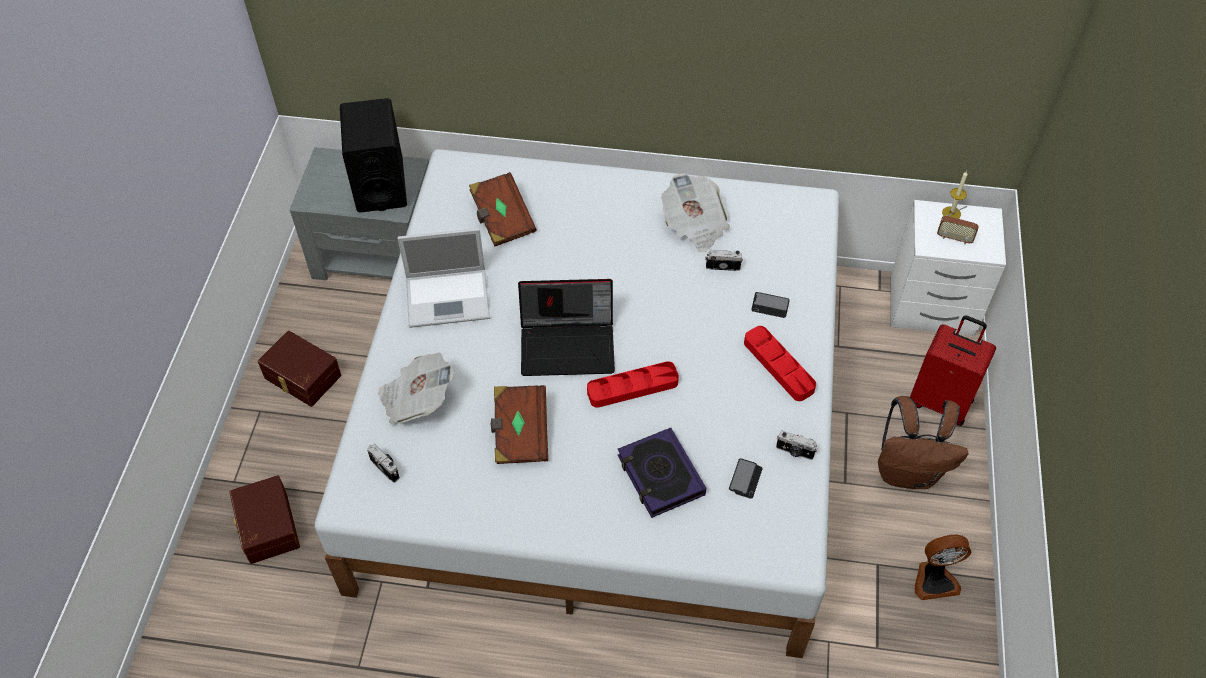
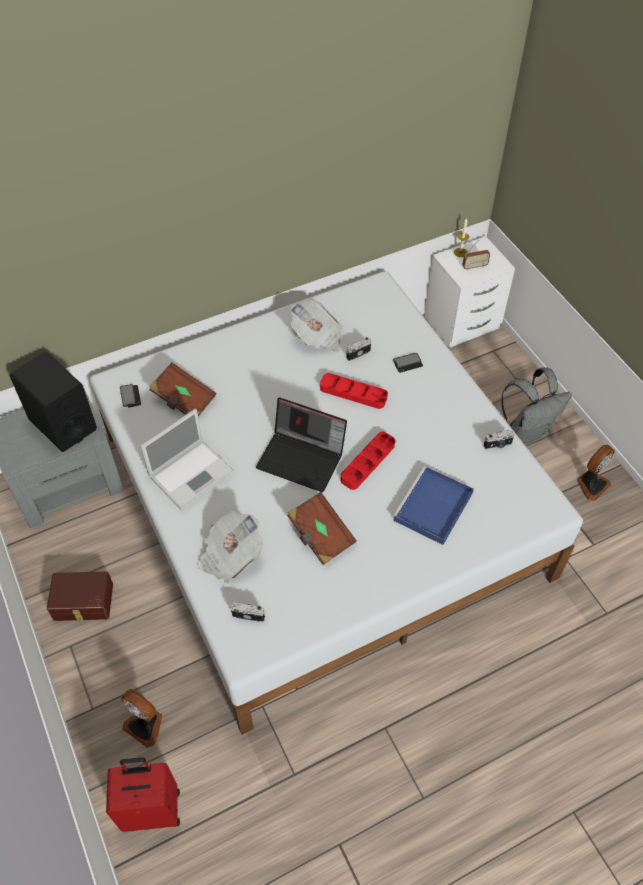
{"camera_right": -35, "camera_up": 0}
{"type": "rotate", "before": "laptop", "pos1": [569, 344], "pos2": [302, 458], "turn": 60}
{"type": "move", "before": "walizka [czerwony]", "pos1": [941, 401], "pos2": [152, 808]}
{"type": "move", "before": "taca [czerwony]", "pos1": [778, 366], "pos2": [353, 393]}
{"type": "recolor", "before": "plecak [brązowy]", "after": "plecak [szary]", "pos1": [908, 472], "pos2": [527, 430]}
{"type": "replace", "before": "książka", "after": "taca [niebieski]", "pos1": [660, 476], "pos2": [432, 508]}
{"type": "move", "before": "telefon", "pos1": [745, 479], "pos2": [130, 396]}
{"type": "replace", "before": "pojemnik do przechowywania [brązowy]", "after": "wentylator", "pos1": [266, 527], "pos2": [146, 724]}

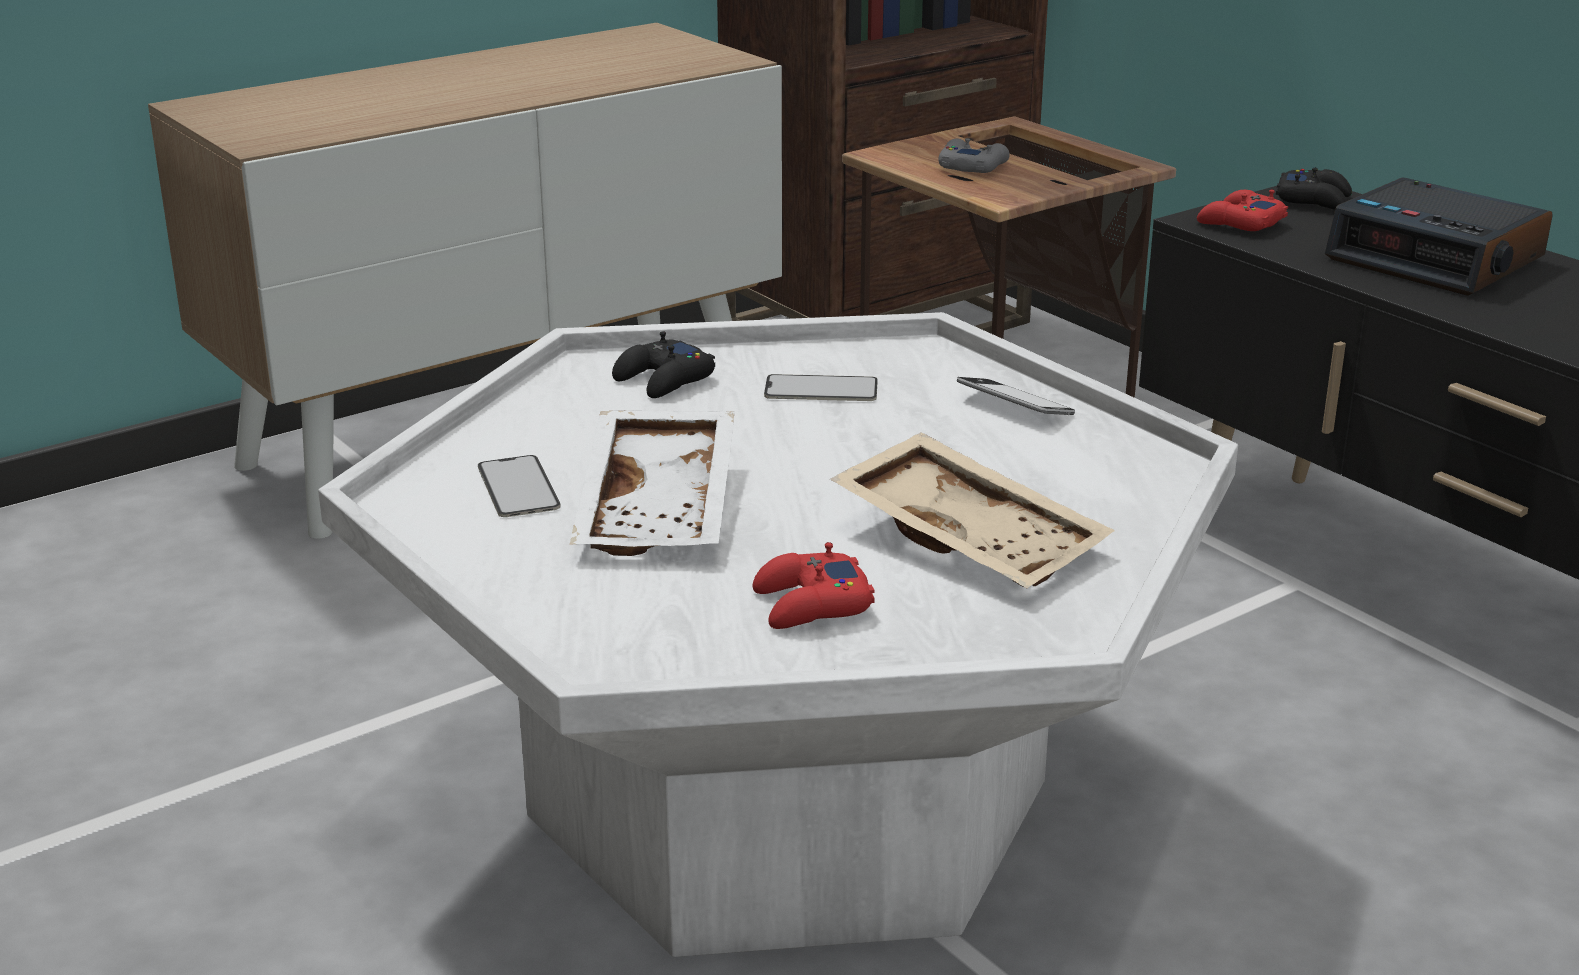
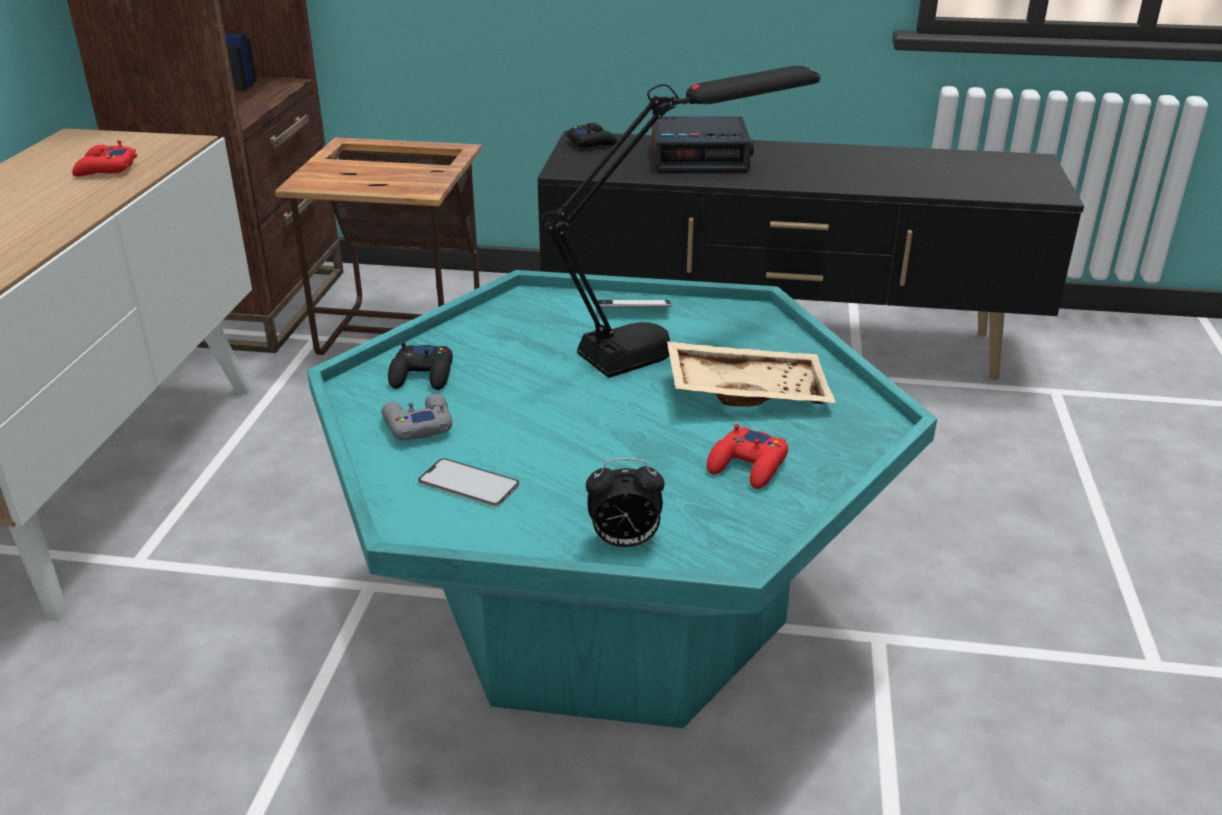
{"camera_right": -45, "camera_up": 5}
{"type": "move", "before": "pad do gier [szary]", "pos1": [972, 166], "pos2": [417, 425]}
{"type": "move", "before": "pad do gier [czerwony]", "pos1": [1240, 223], "pos2": [105, 169]}
{"type": "recolor", "before": "ława [biały]", "after": "ława [turkusowy]", "pos1": [791, 797], "pos2": [611, 603]}
{"type": "delete", "before": "telefon", "pos1": [821, 389]}
{"type": "delete", "before": "taca [biały]", "pos1": [662, 507]}
{"type": "insert", "after": "lampa stołowa [czarny]", "pos2": [678, 339]}
{"type": "insert", "after": "budzik", "pos2": [624, 542]}

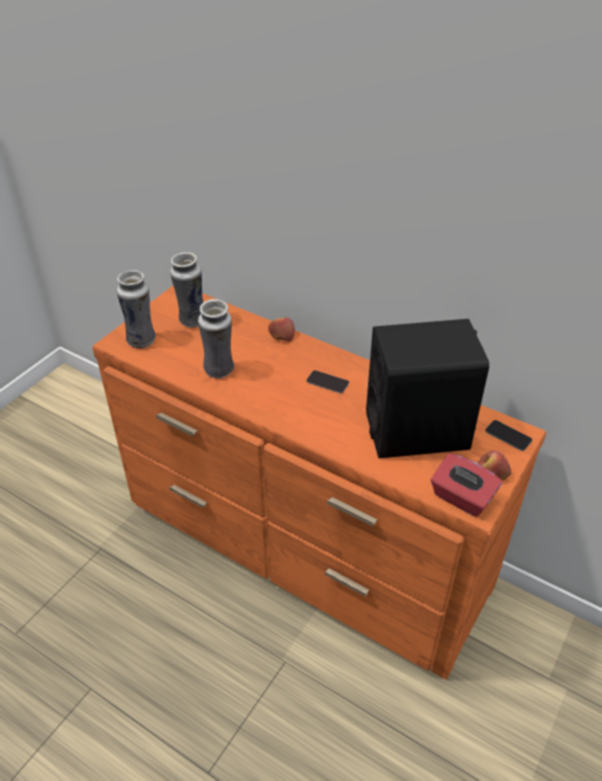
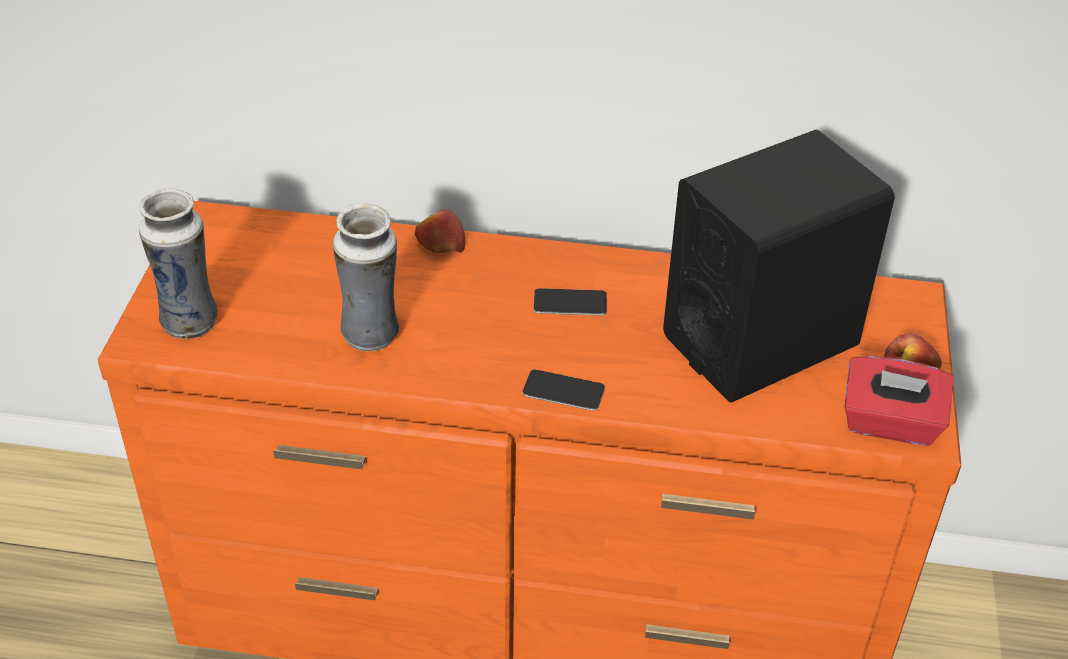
{"camera_right": -25, "camera_up": 0}
{"type": "delete", "before": "wazon", "pos1": [192, 320]}
{"type": "move", "before": "telefon", "pos1": [508, 435], "pos2": [563, 391]}

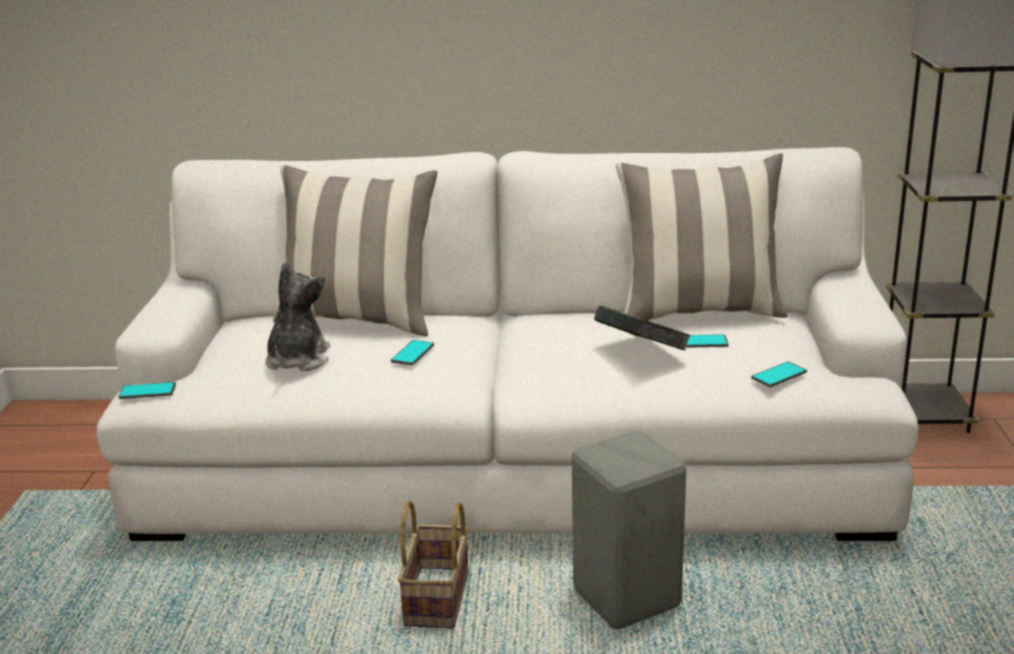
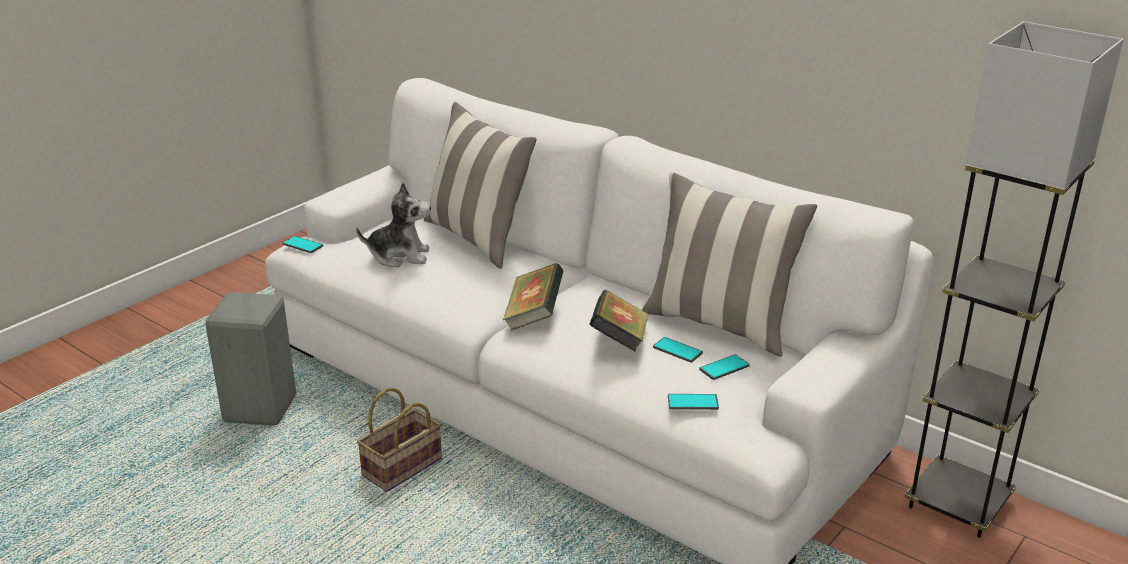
{"camera_right": 35, "camera_up": 5}
{"type": "rotate", "before": "pluszak", "pos1": [297, 360], "pos2": [399, 256], "turn": 45}
{"type": "move", "before": "telefon", "pos1": [412, 353], "pos2": [724, 368]}
{"type": "move", "before": "stołek [szary]", "pos1": [627, 596], "pos2": [262, 408]}
{"type": "insert", "after": "książka", "pos2": [533, 316]}

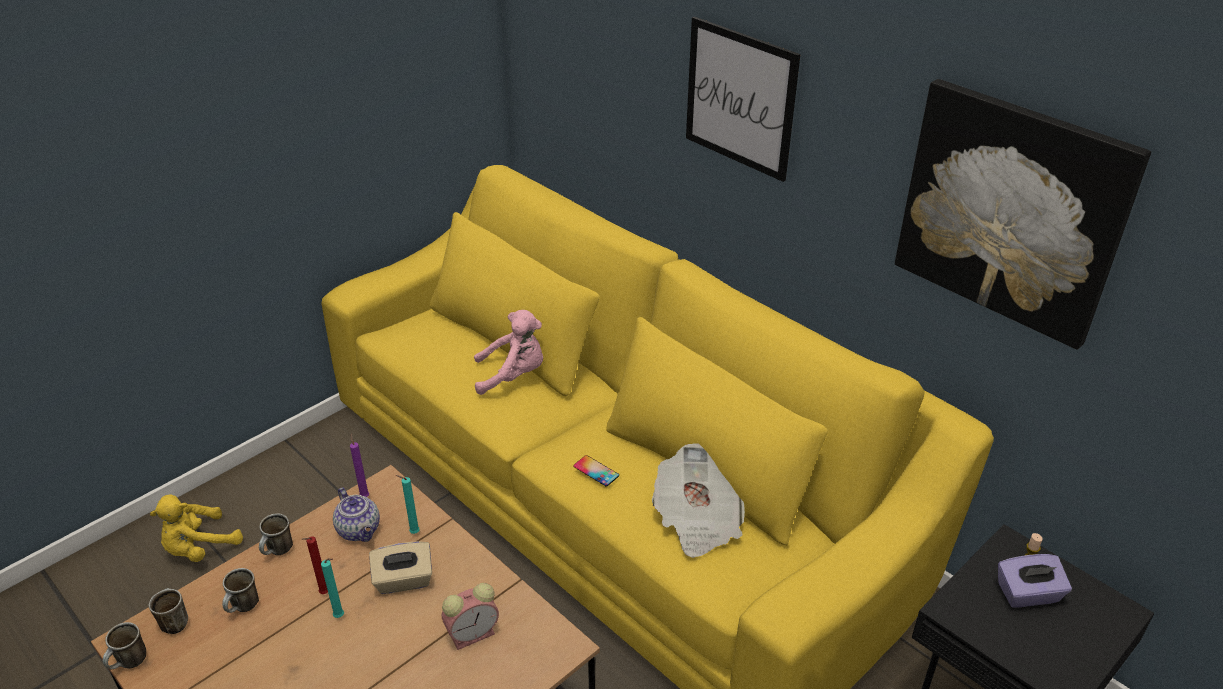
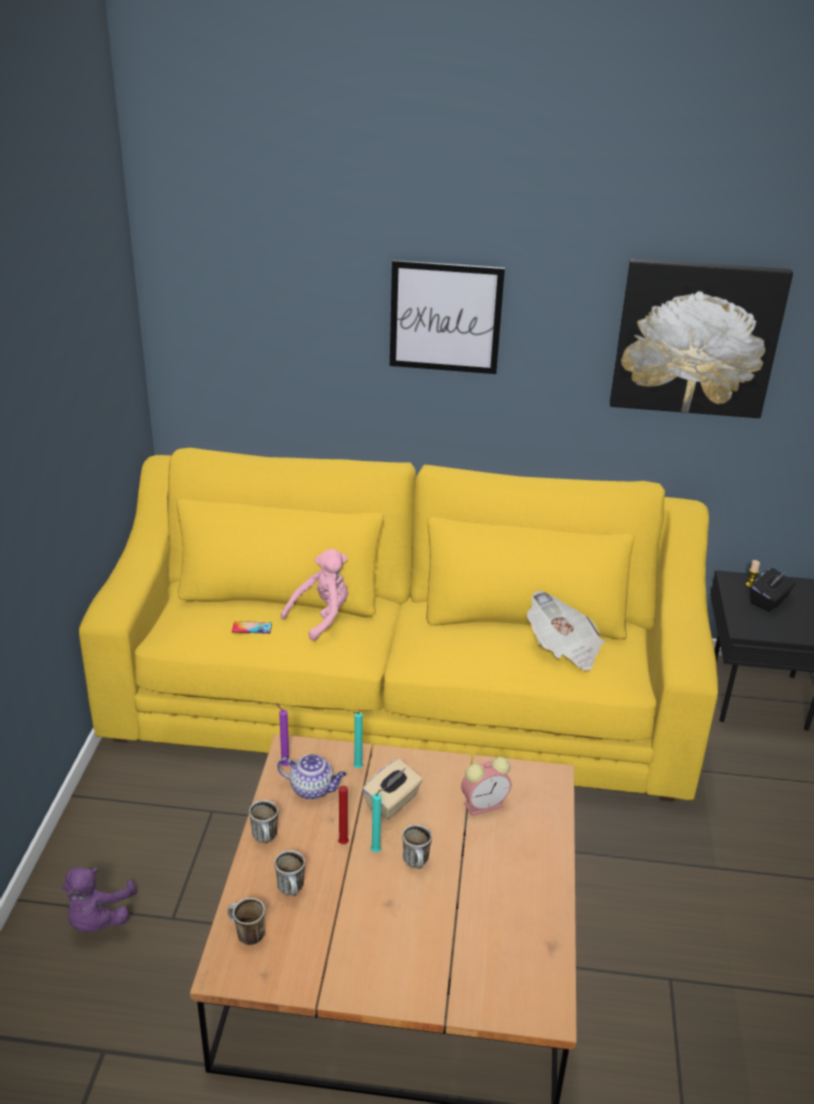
{"camera_right": -40, "camera_up": -5}
{"type": "move", "before": "telefon", "pos1": [596, 471], "pos2": [252, 627]}
{"type": "recolor", "before": "pluszak [żółty]", "after": "pluszak [fioletowy]", "pos1": [199, 548], "pos2": [98, 919]}
{"type": "recolor", "before": "pudełko chusteczek [fioletowy]", "after": "pudełko chusteczek [czarny]", "pos1": [1028, 594], "pos2": [769, 601]}
{"type": "rotate", "before": "budzik", "pos1": [474, 633], "pos2": [485, 804], "turn": 45}
{"type": "move", "before": "kubek", "pos1": [130, 664], "pos2": [417, 864]}

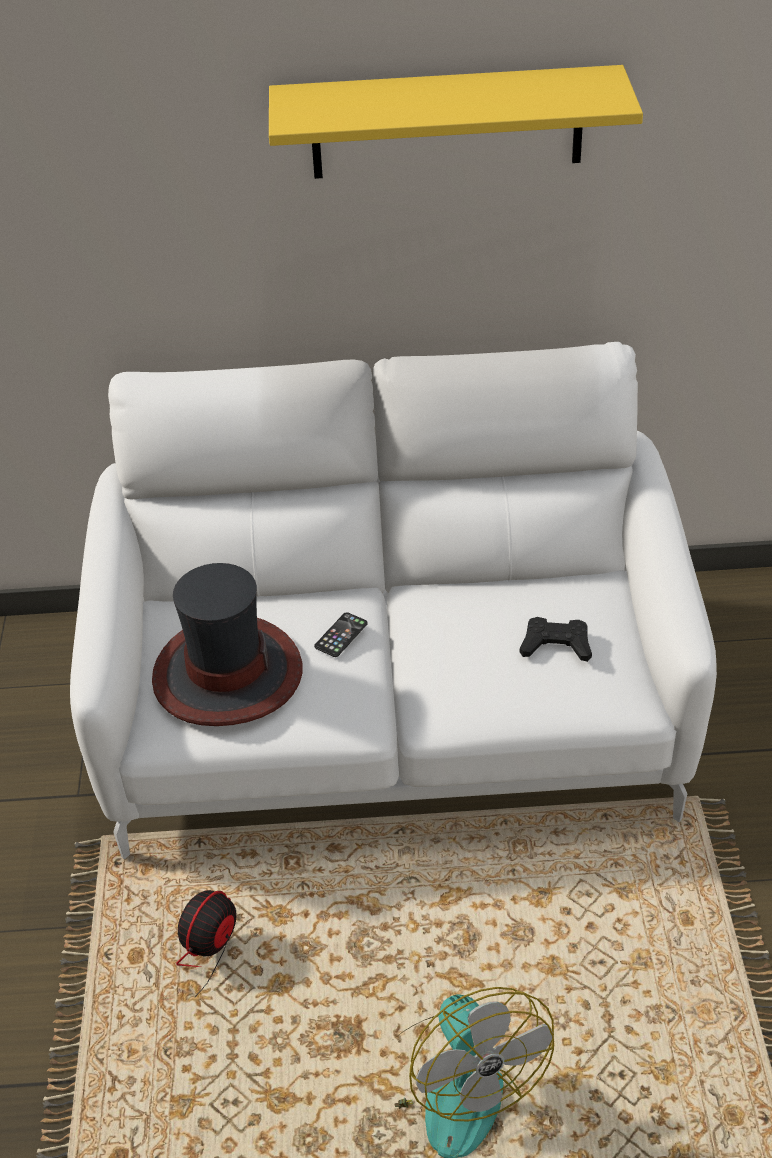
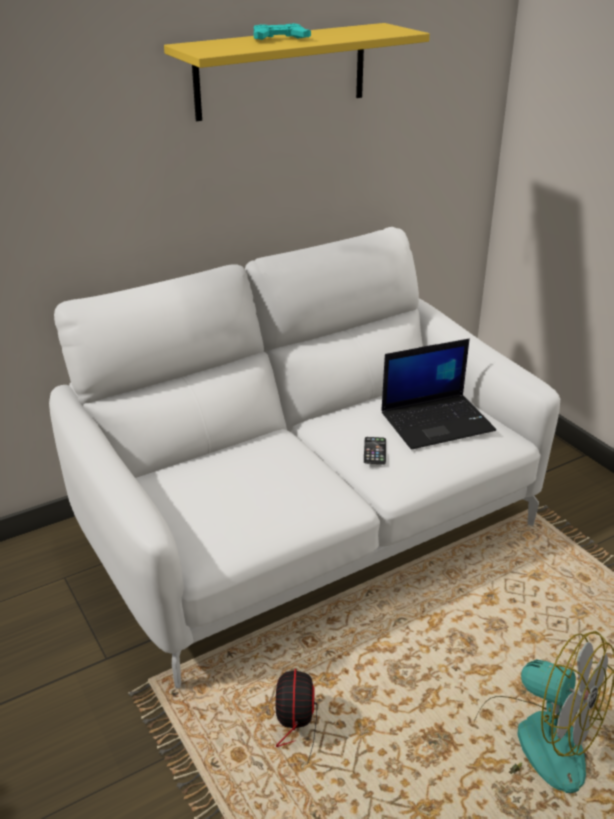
{"camera_right": -30, "camera_up": -10}
{"type": "delete", "before": "kapelusz", "pos1": [226, 674]}
{"type": "move", "before": "telefon", "pos1": [341, 635], "pos2": [375, 451]}
{"type": "replace", "before": "pad do gier [czarny]", "after": "laptop", "pos1": [556, 645], "pos2": [437, 421]}
{"type": "insert", "after": "pad do gier [turkusowy]", "pos2": [279, 39]}

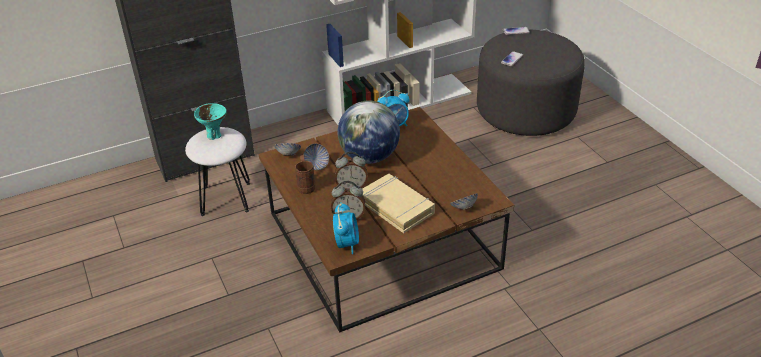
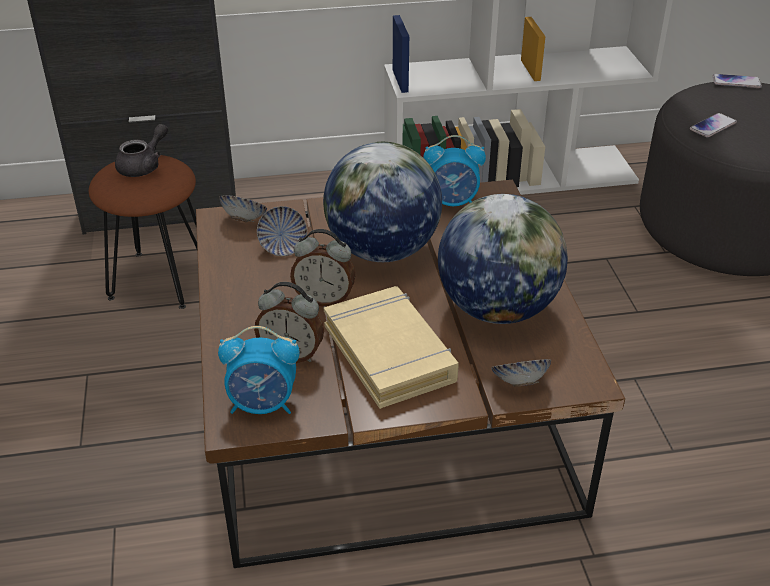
{"camera_right": 15, "camera_up": 0}
{"type": "replace", "before": "miska [turkusowy]", "after": "imbryk [szary]", "pos1": [214, 135], "pos2": [144, 166]}
{"type": "recolor", "before": "stołek [biały]", "after": "stołek [brązowy]", "pos1": [226, 198], "pos2": [160, 279]}
{"type": "delete", "before": "kubek [brązowy]", "pos1": [305, 185]}
{"type": "rotate", "before": "budzik", "pos1": [347, 243], "pos2": [263, 405], "turn": 75}
{"type": "insert", "after": "globus", "pos2": [497, 308]}

